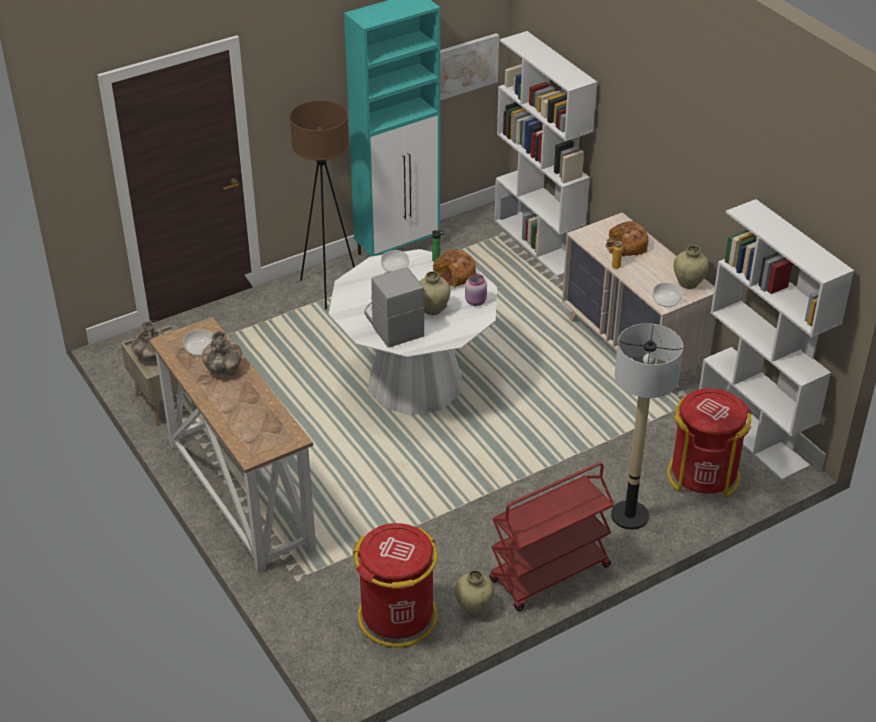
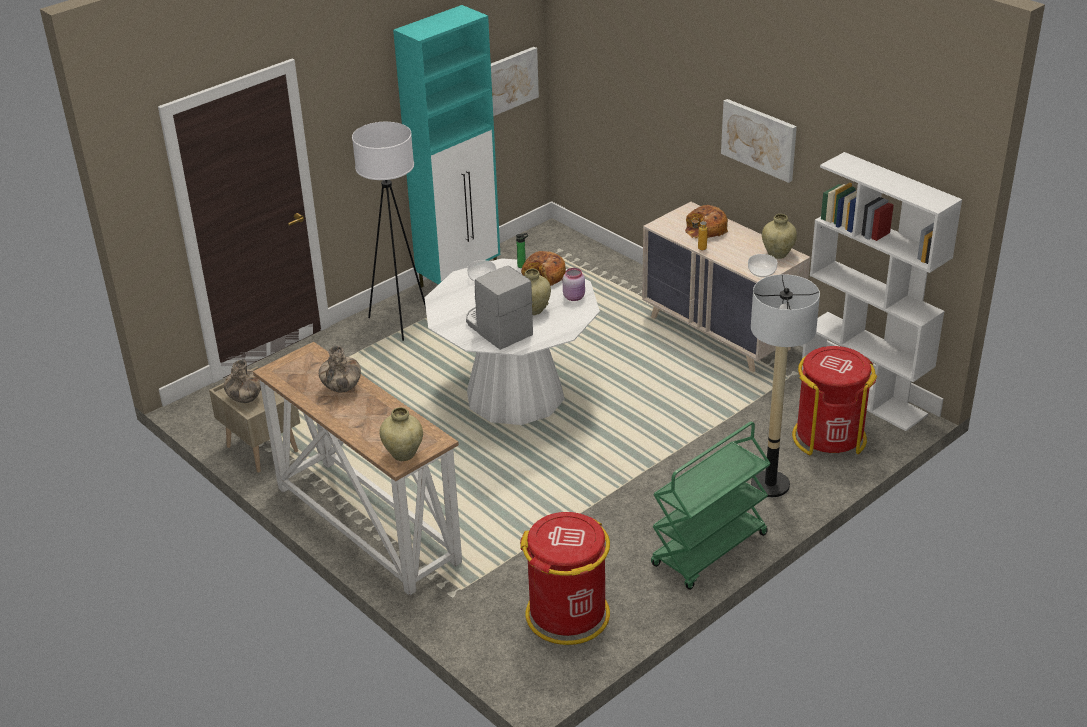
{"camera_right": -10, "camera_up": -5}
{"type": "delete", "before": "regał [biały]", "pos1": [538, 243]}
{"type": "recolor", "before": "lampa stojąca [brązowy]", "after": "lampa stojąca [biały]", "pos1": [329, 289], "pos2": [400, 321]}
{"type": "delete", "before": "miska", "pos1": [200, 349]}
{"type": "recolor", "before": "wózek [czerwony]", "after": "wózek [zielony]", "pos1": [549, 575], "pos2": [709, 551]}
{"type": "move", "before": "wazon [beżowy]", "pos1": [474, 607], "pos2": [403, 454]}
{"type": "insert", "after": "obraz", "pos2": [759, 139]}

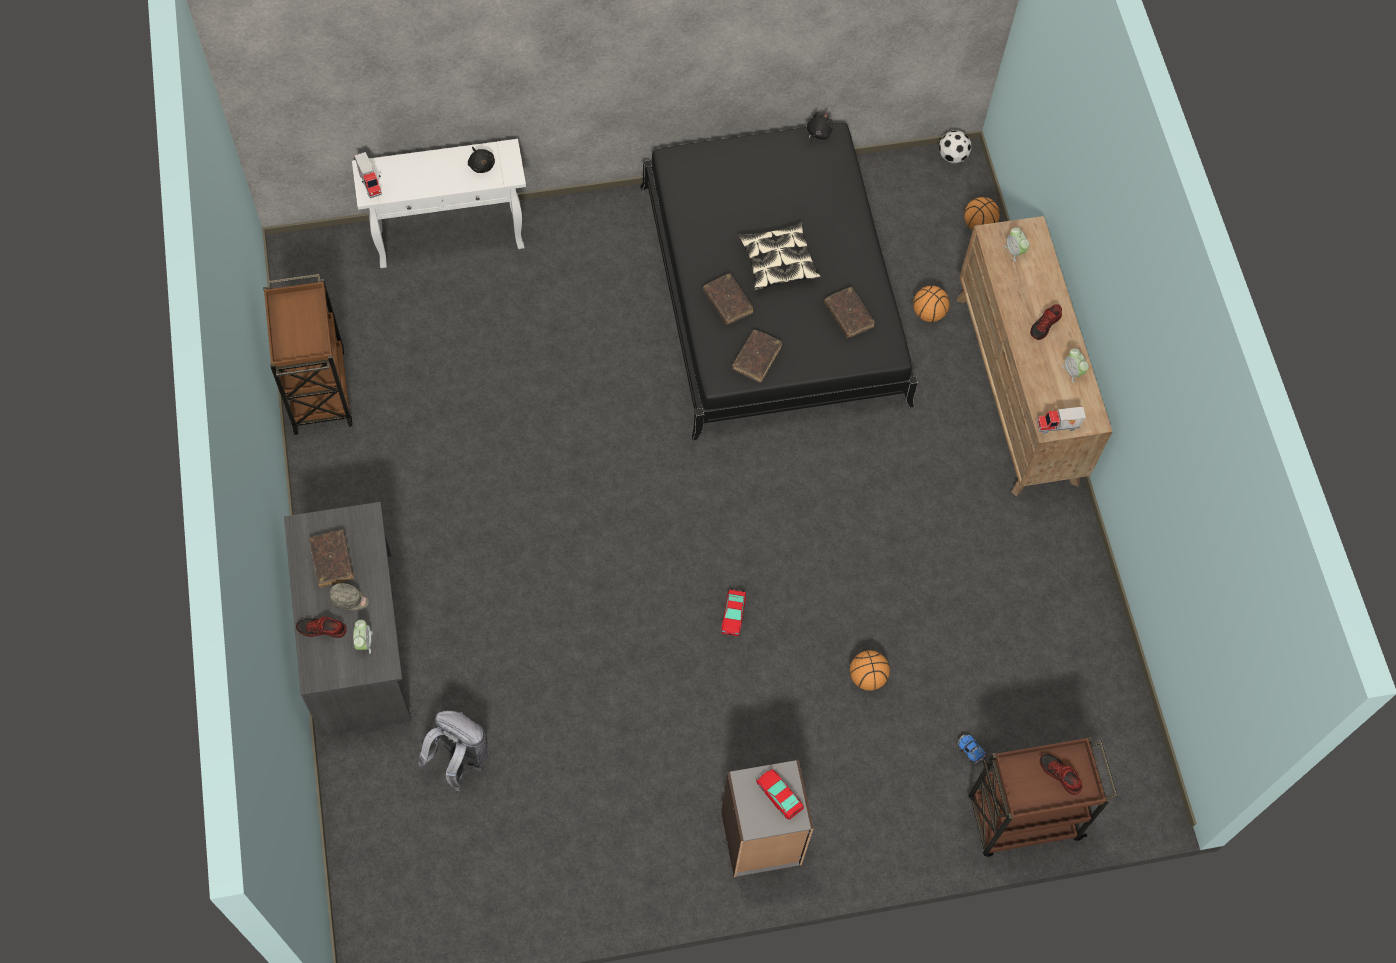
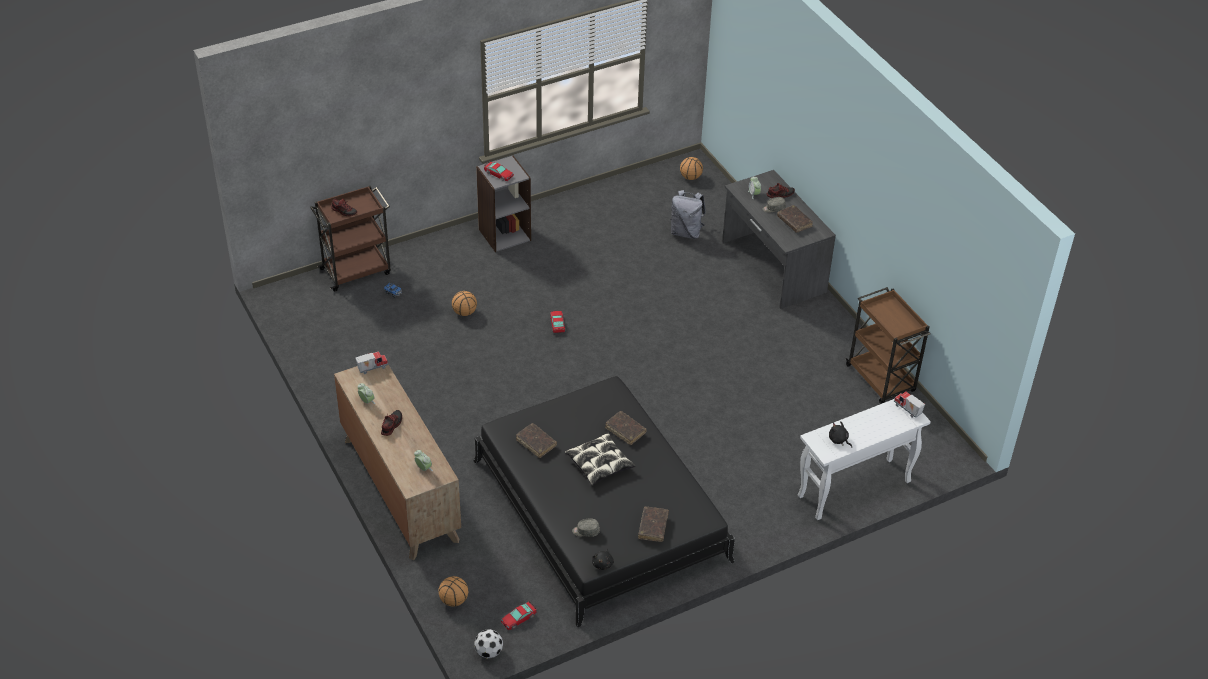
{"camera_right": 165, "camera_up": -20}
{"type": "move", "before": "piłka do koszykówki", "pos1": [928, 313], "pos2": [690, 177]}
{"type": "move", "before": "książka [brązowy]", "pos1": [756, 358], "pos2": [653, 527]}
{"type": "insert", "after": "czapka z daszkiem [szary]", "pos2": [586, 531]}
{"type": "insert", "after": "samochodzik", "pos2": [518, 618]}

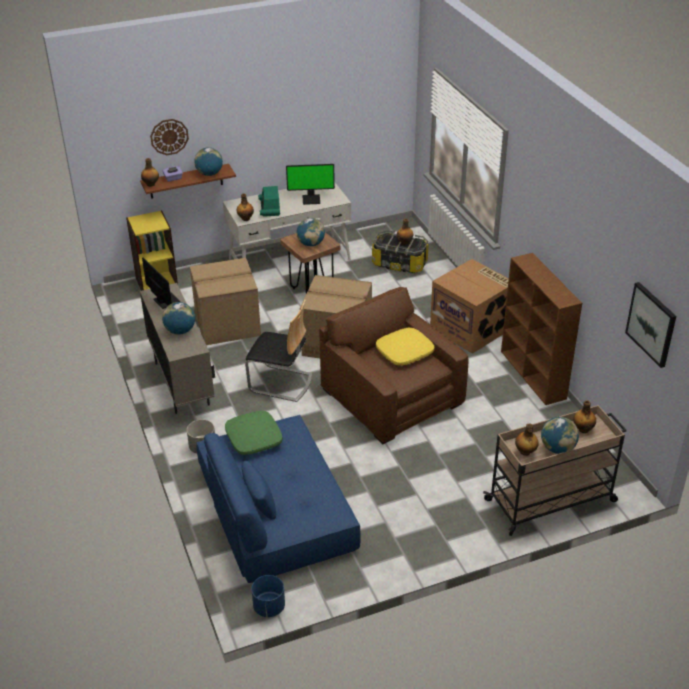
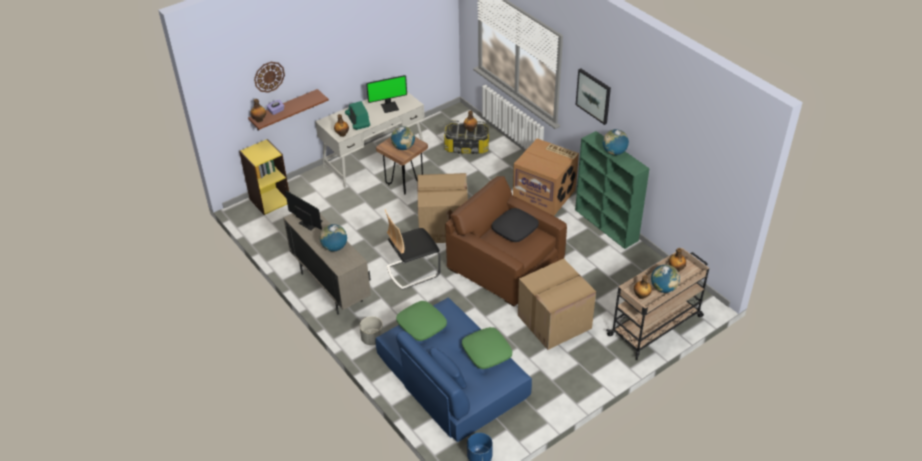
{"camera_right": -15, "camera_up": 5}
{"type": "move", "before": "globus", "pos1": [209, 174], "pos2": [614, 152]}
{"type": "recolor", "before": "regał [brązowy]", "after": "regał [zielony]", "pos1": [533, 375], "pos2": [607, 225]}
{"type": "move", "before": "karton", "pos1": [226, 324], "pos2": [554, 322]}
{"type": "move", "before": "obraz", "pos1": [651, 324], "pos2": [593, 96]}
{"type": "rotate", "before": "krzesło", "pos1": [281, 383], "pos2": [412, 270], "turn": 150}
{"type": "recolor", "before": "poduszka [żółty]", "after": "poduszka [czarny]", "pos1": [404, 352], "pos2": [514, 229]}
{"type": "insert", "after": "poduszka [zielony]", "pos2": [486, 352]}

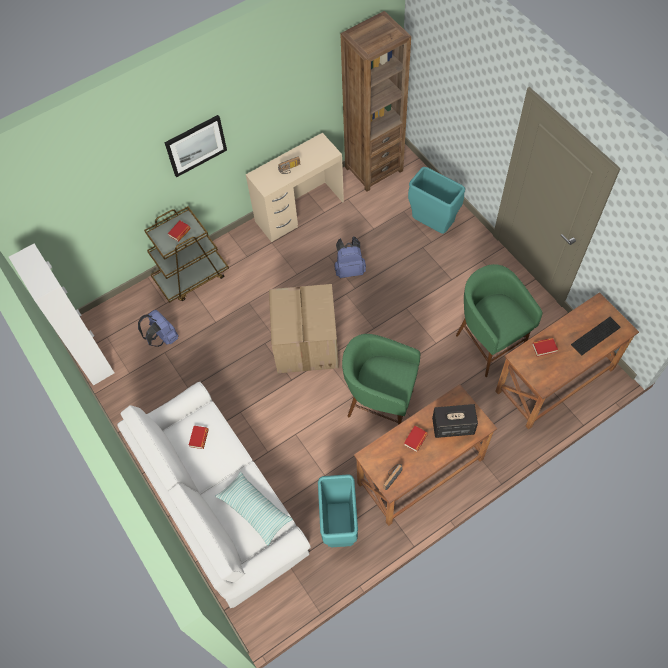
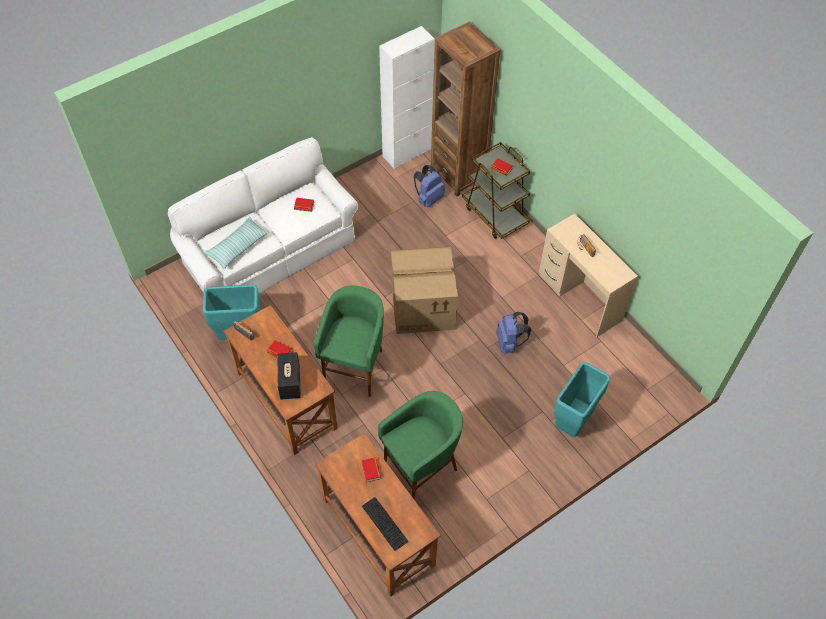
{"camera_right": 85, "camera_up": -5}
{"type": "move", "before": "regał [brązowy]", "pos1": [374, 169], "pos2": [458, 174]}
{"type": "delete", "before": "obraz", "pos1": [196, 145]}

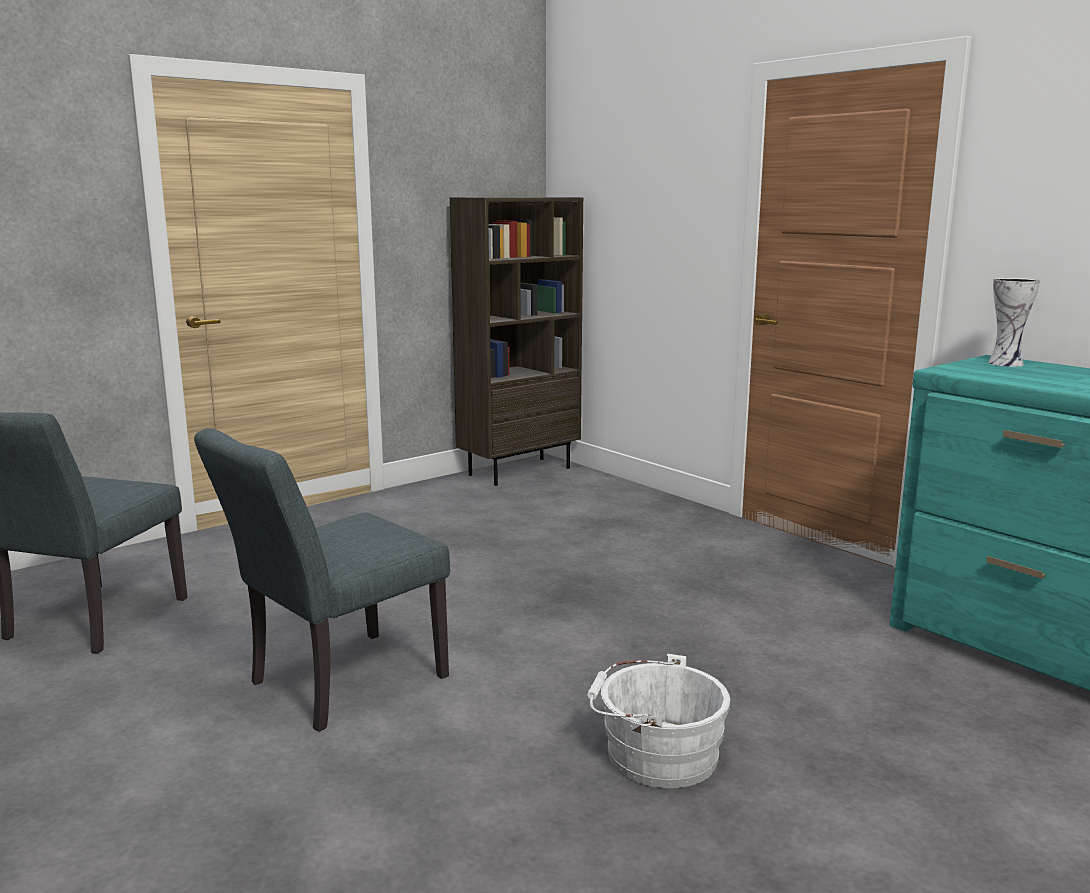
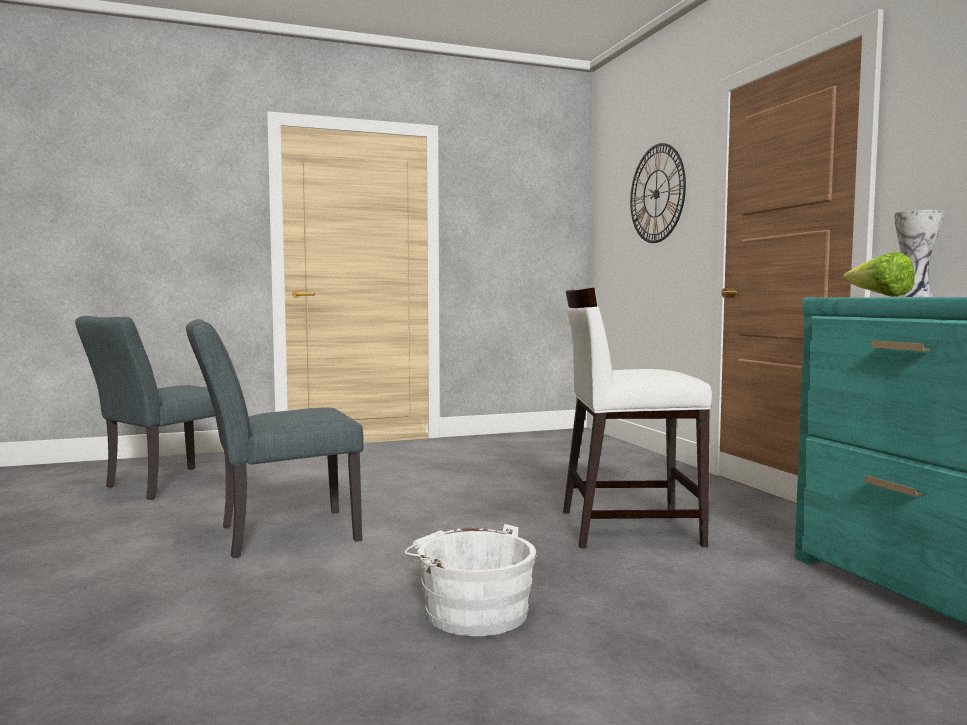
{"camera_right": 20, "camera_up": -10}
{"type": "delete", "before": "regał [brązowy]", "pos1": [519, 471]}
{"type": "insert", "after": "zegar ścienny", "pos2": [656, 193]}
{"type": "insert", "after": "sałata", "pos2": [879, 296]}
{"type": "insert", "after": "krzesło [biały]", "pos2": [627, 527]}

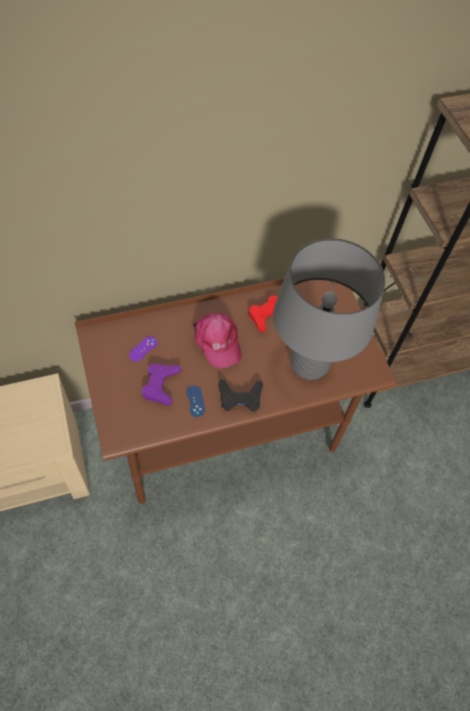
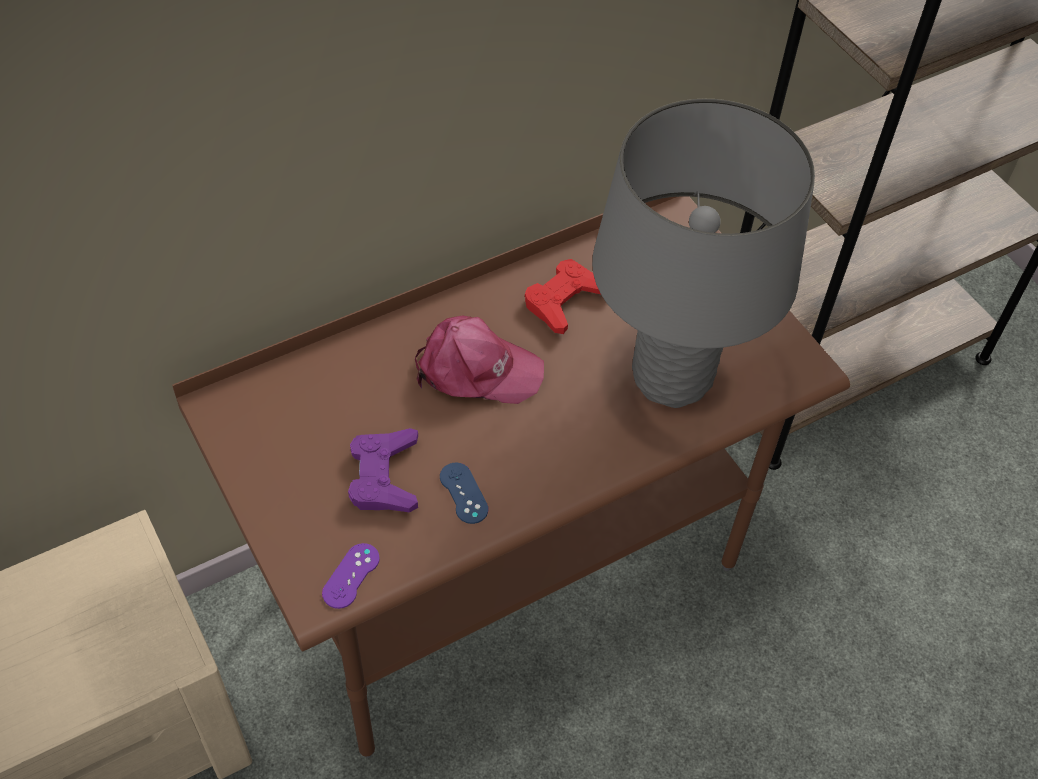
{"camera_right": -10, "camera_up": -5}
{"type": "rotate", "before": "czapka z daszkiem [różowy]", "pos1": [217, 342], "pos2": [476, 370], "turn": -45}
{"type": "move", "before": "pad do gier [fioletowy]", "pos1": [143, 349], "pos2": [351, 576]}
{"type": "delete", "before": "pad do gier [czarny]", "pos1": [240, 398]}

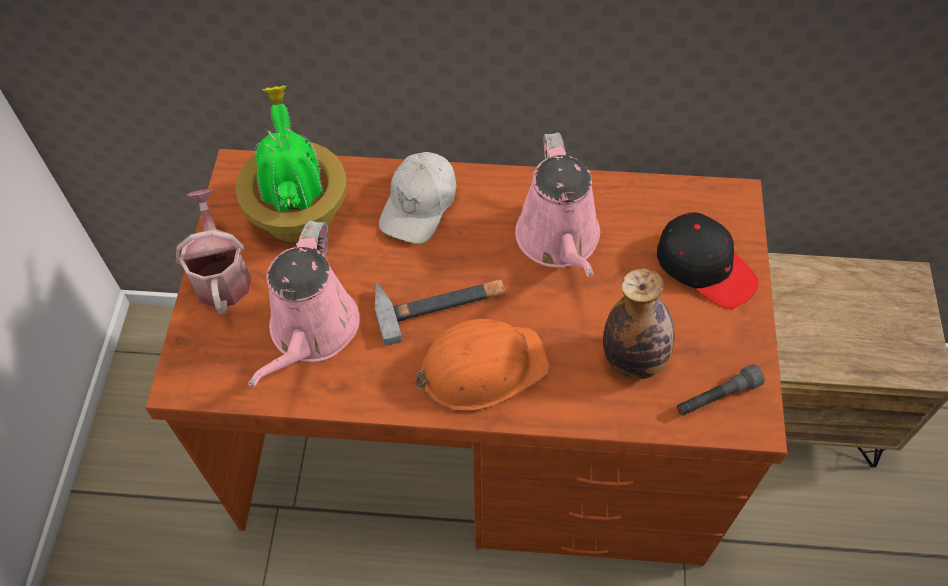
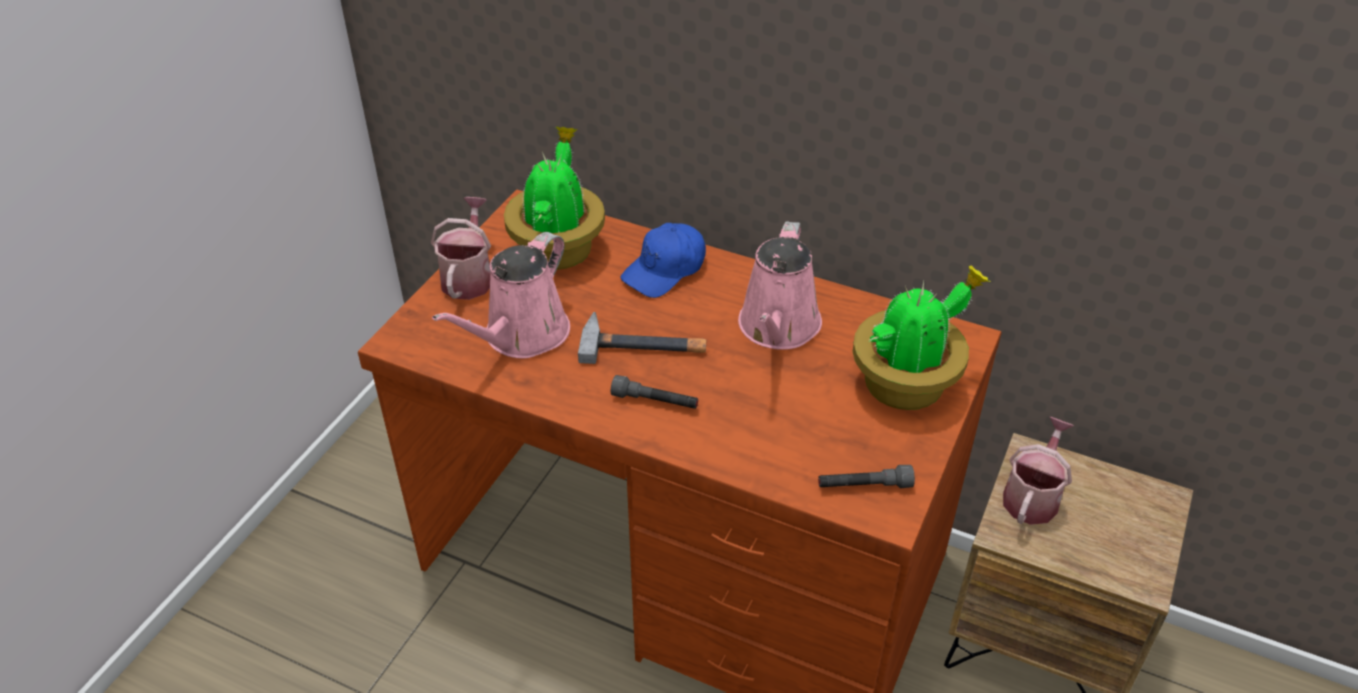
{"camera_right": 20, "camera_up": -15}
{"type": "recolor", "before": "czapka z daszkiem [biały]", "after": "czapka z daszkiem [niebieski]", "pos1": [419, 205], "pos2": [665, 270]}
{"type": "replace", "before": "czapka z daszkiem [czarny]", "after": "roślina doniczkowa", "pos1": [705, 267], "pos2": [907, 383]}
{"type": "delete", "before": "butelka", "pos1": [633, 359]}
{"type": "replace", "before": "kask [pomarańczowy]", "after": "latarka [szary]", "pos1": [481, 367], "pos2": [655, 401]}
{"type": "insert", "after": "konewka", "pos2": [1032, 496]}

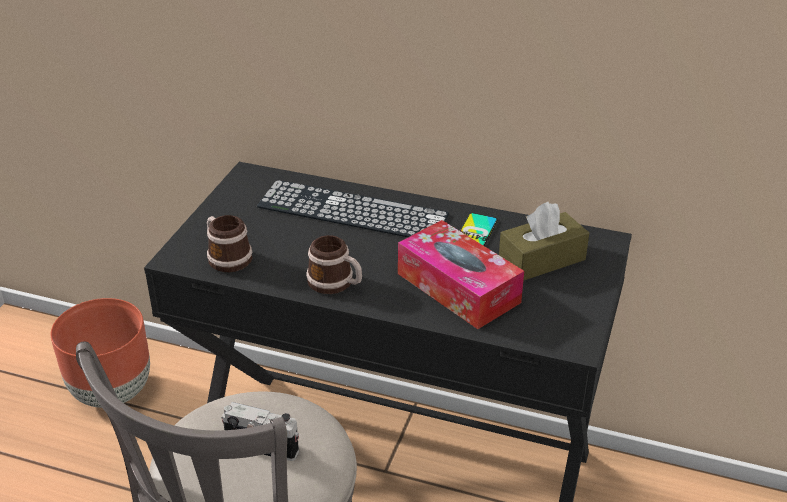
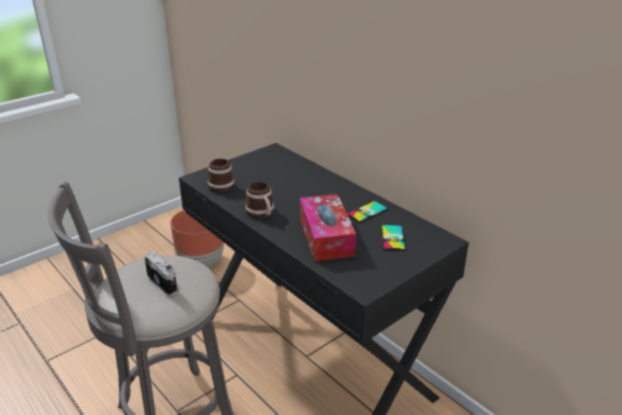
{"camera_right": 30, "camera_up": -5}
{"type": "delete", "before": "klawiatura", "pos1": [352, 211]}
{"type": "replace", "before": "pudełko chusteczek [brązowy]", "after": "telefon", "pos1": [542, 259], "pos2": [393, 238]}

